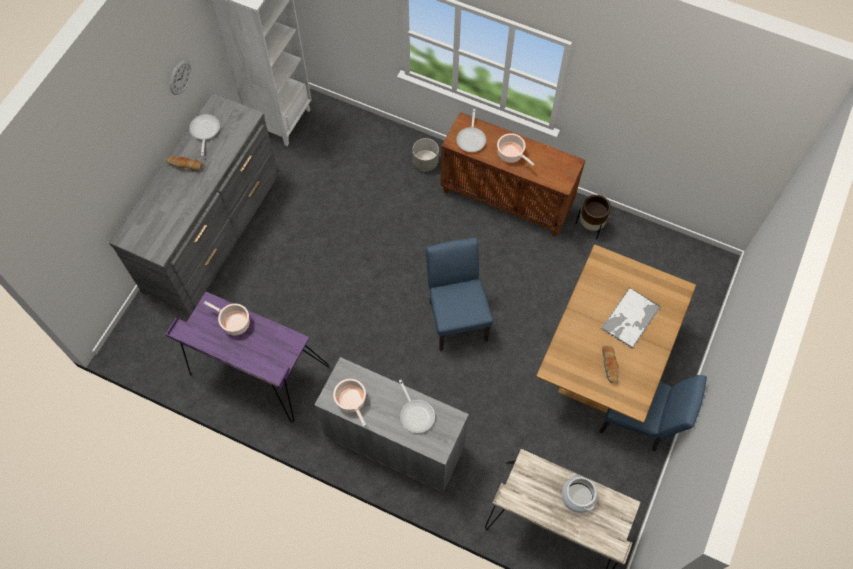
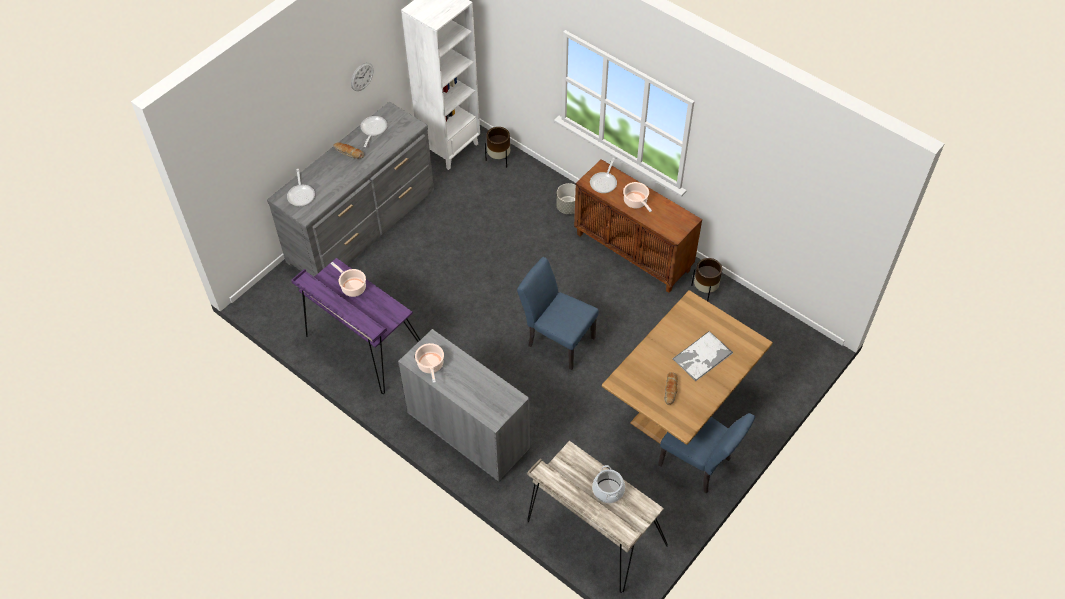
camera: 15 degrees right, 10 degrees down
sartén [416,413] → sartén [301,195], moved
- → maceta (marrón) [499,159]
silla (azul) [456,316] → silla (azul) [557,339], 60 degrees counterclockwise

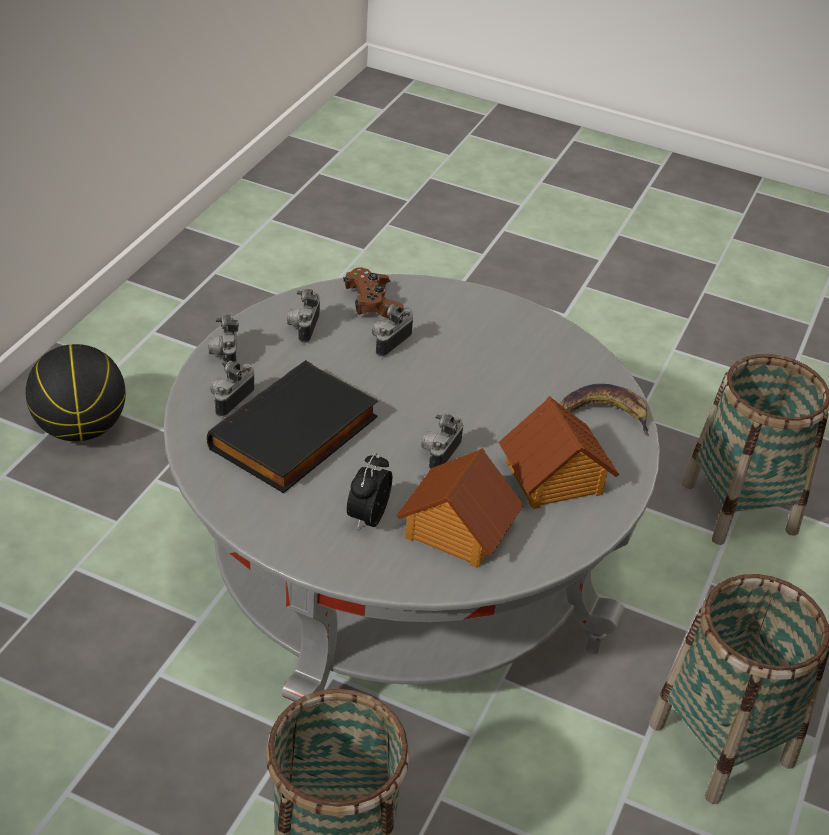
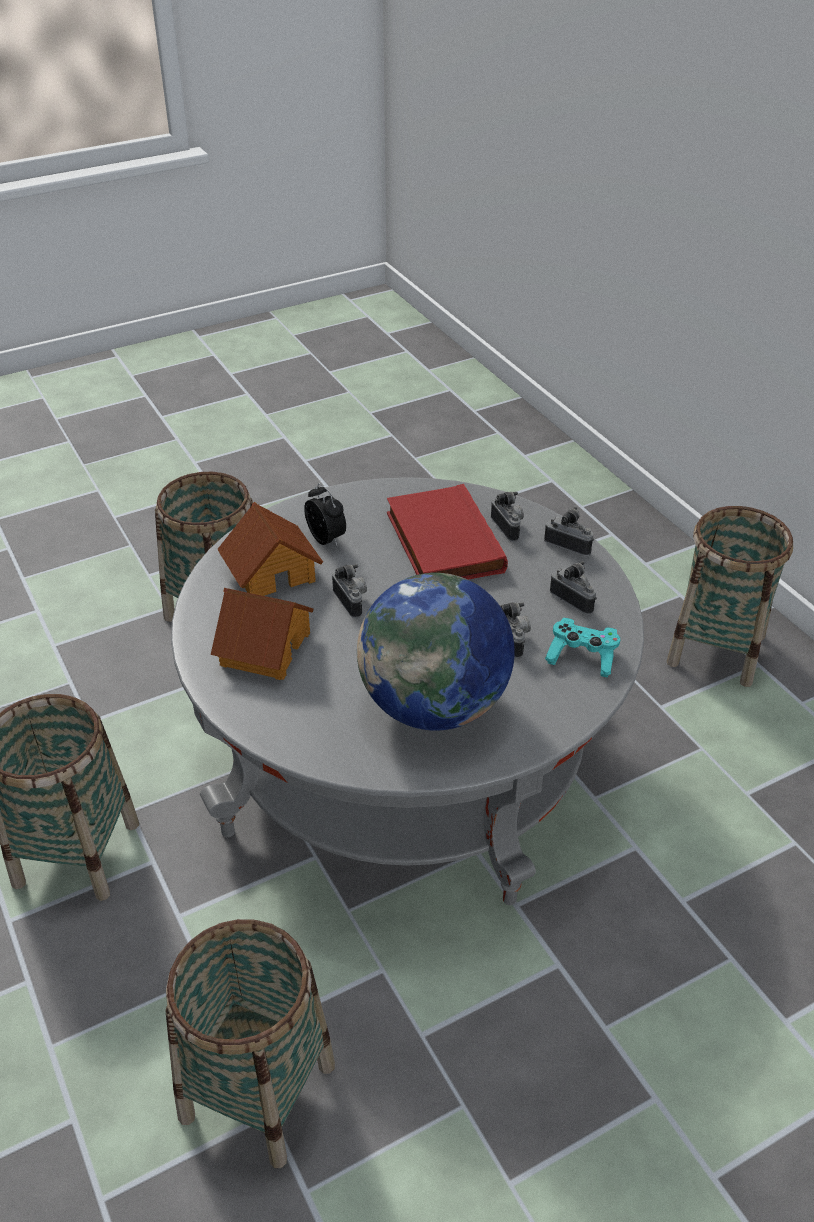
camera: 130 degrees right, 0 degrees up
- → globo terráqueo [434,706]
libro (negro) [296,435] → libro (rojo) [441,542]
mando de consola (marrón) [372,303] → mando de consola (turquesa) [582,657]
balón de baloncesto [80,429] → cesta [715,649]
plátano [604,414] → -

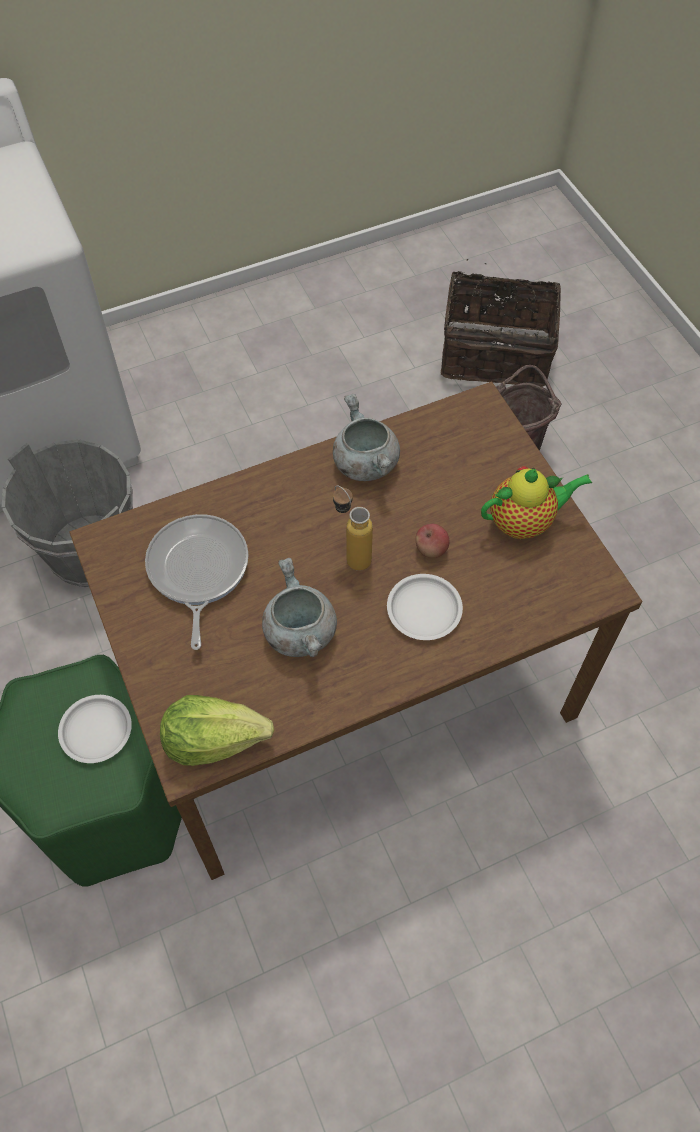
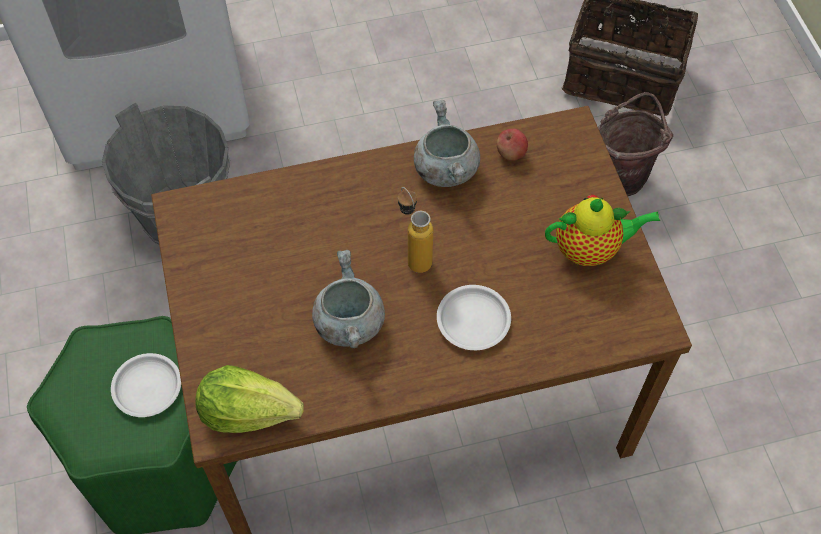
camera: 10 degrees right, 0 degrees up
manzana [431,549] → manzana [511,154], moved
sartén [197,571] → -

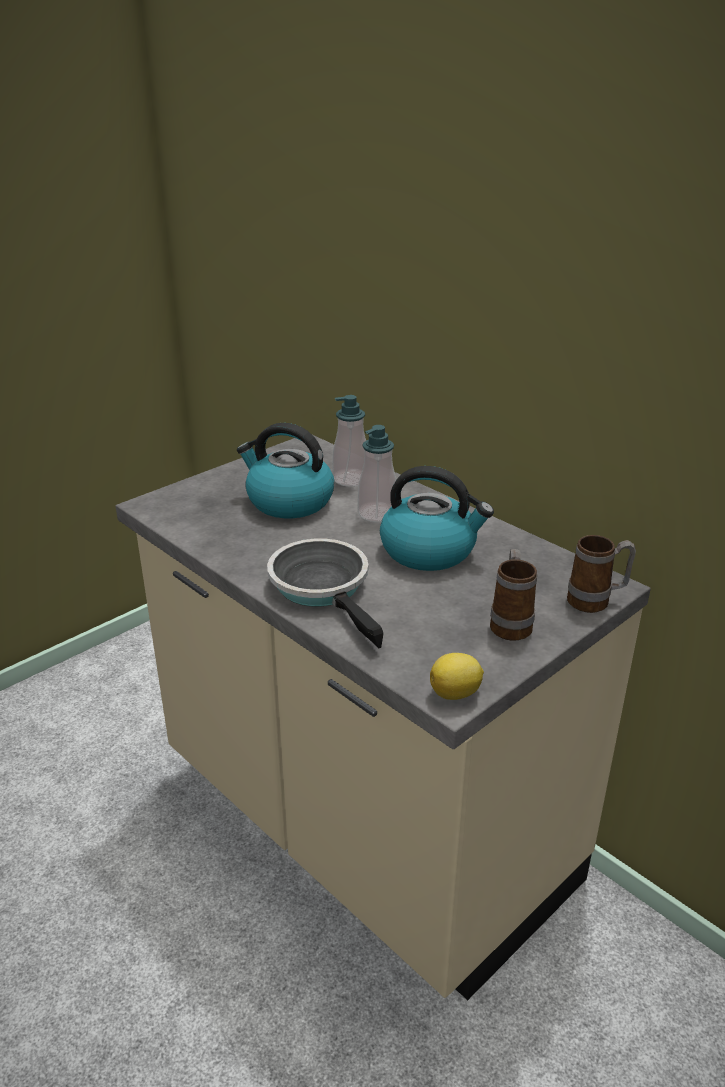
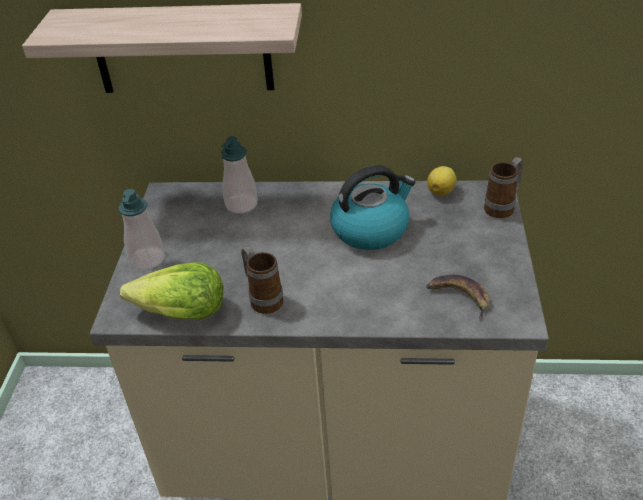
camera: 40 degrees left, 10 degrees up
- → estante [182,49]
dispensador de jabón [377,514] → dispensador de jabón [147,259], moved
- → lechuga [181,313]
taza grande [510,623] → taza grande [263,298], moved
- → plátano [459,297]
limón [456,693] → limón [441,191], moved
hervidor [288,502] → -
sartén [324,588] → -

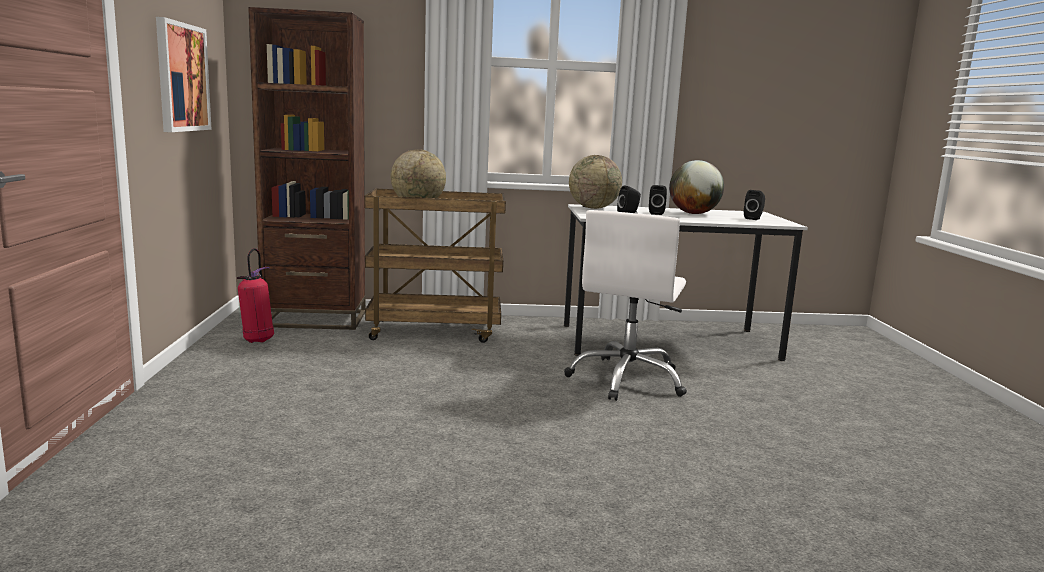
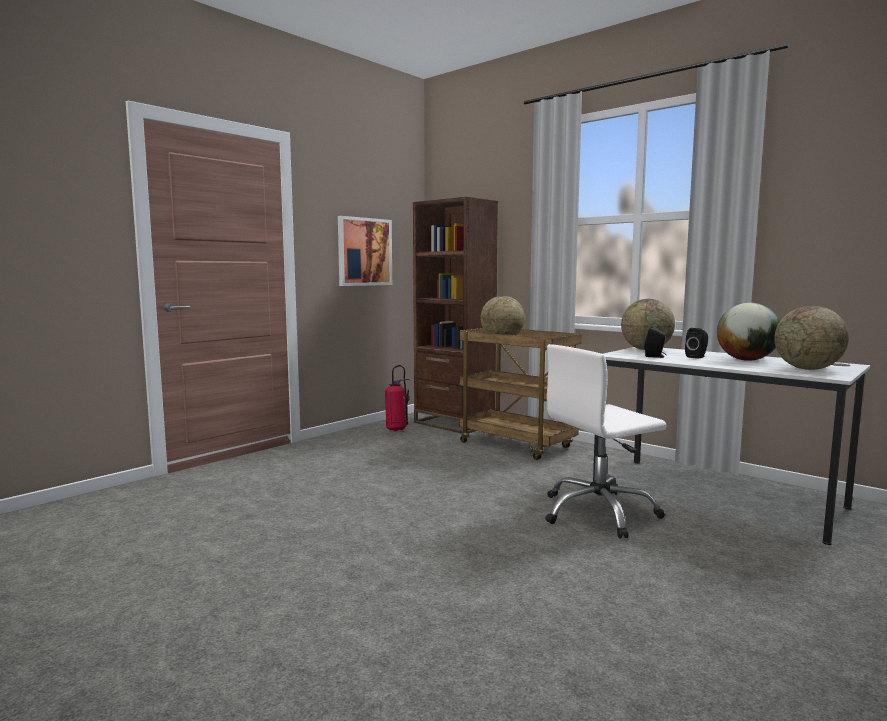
camera: 45 degrees right, 5 degrees down
altavoz (negro) [754,218] → globo terráqueo [808,369]

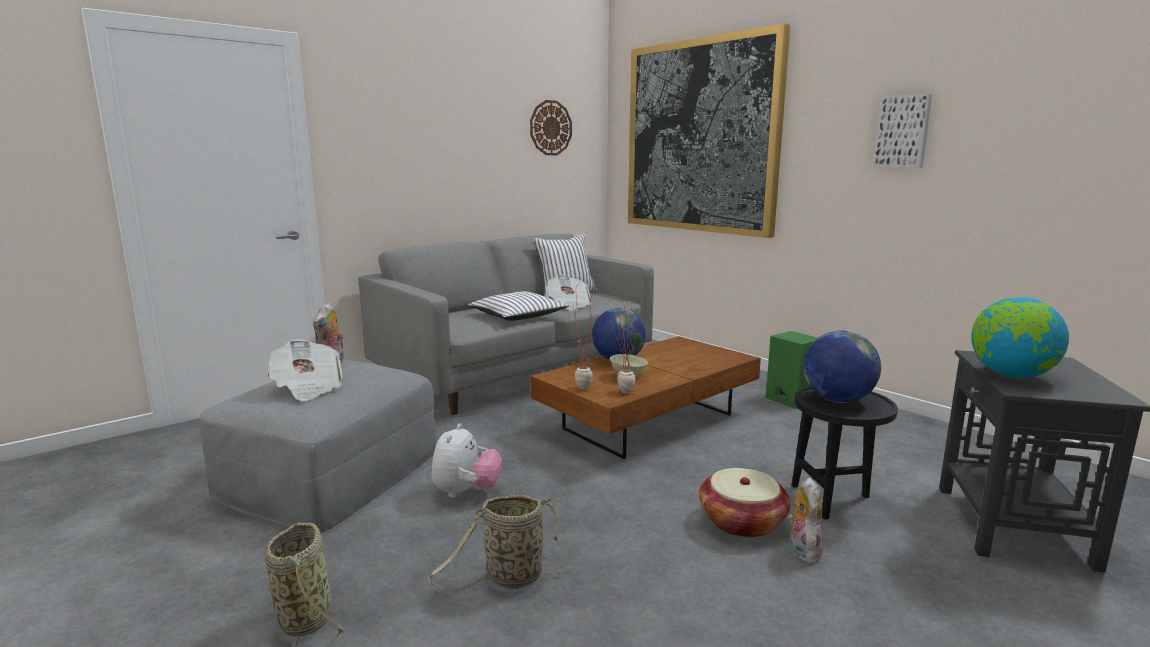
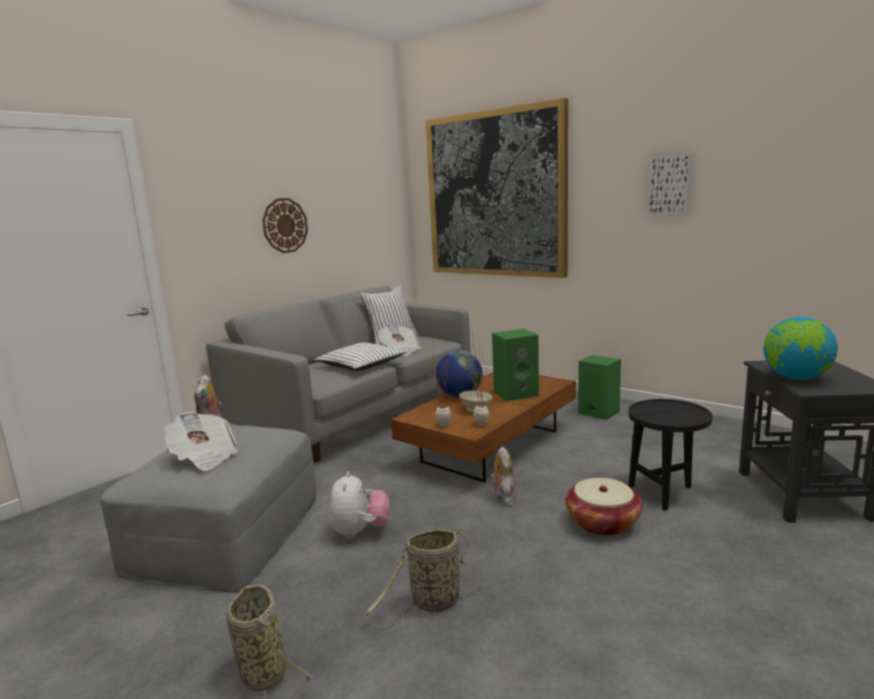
camera: 10 degrees left, 0 degrees up
reloj de pared [550,128] → reloj de pared [285,225], moved
peluche [802,550] → peluche [503,499], moved
- → altavoz (verde) [516,393]
globo terráqueo [837,400] → -

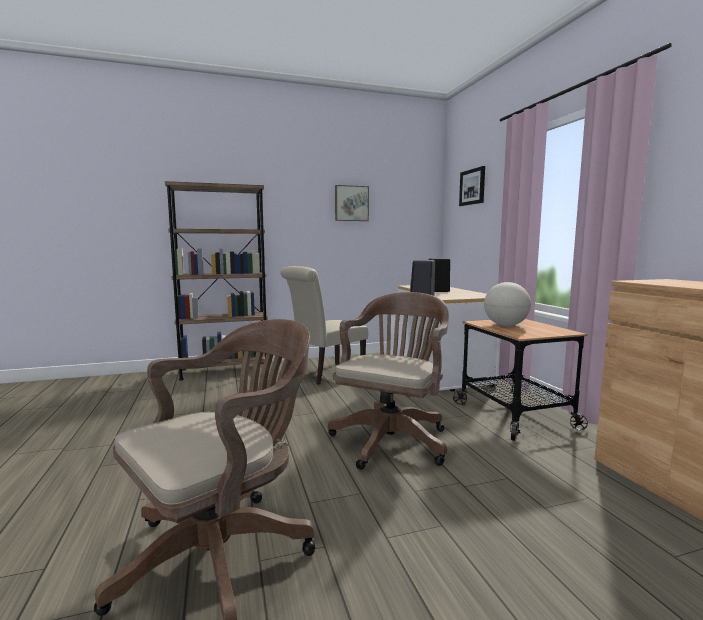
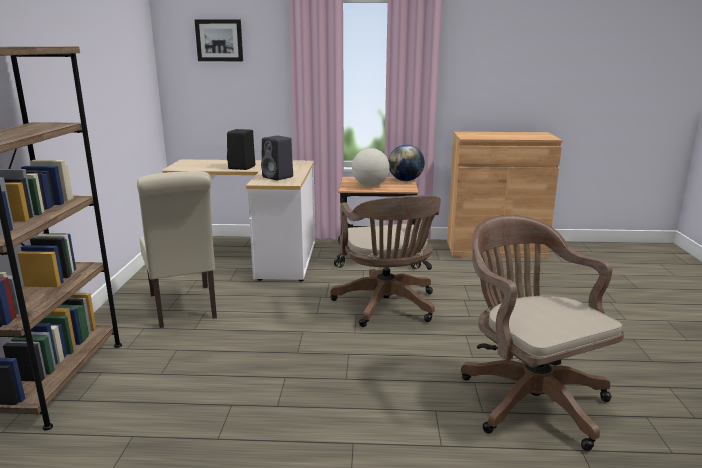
camera: 70 degrees left, 10 degrees up
silla de oficina (marrón) [392,438] → silla de oficina (marrón) [387,306], 150 degrees counterclockwise
- → globo terráqueo [405,180]
cuadro [351,203] → -

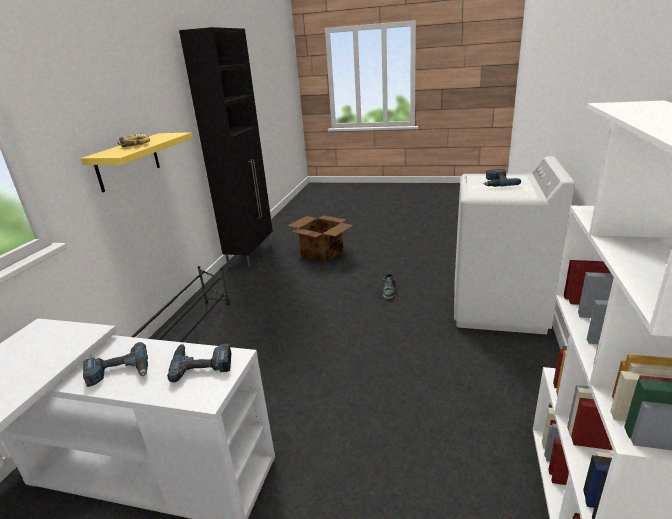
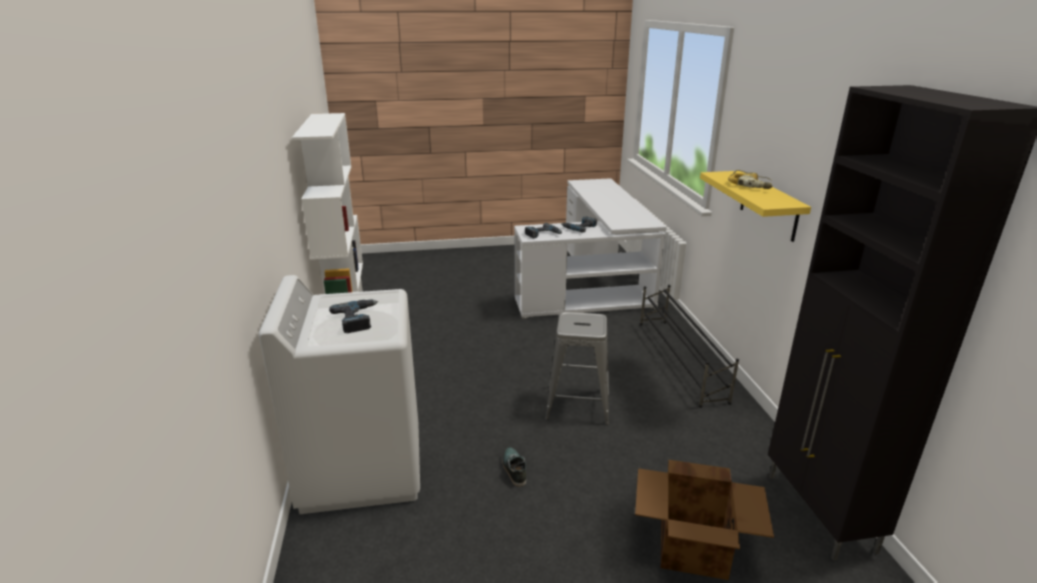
camera: 155 degrees right, 0 degrees up
- → taburete (gris) [578,404]

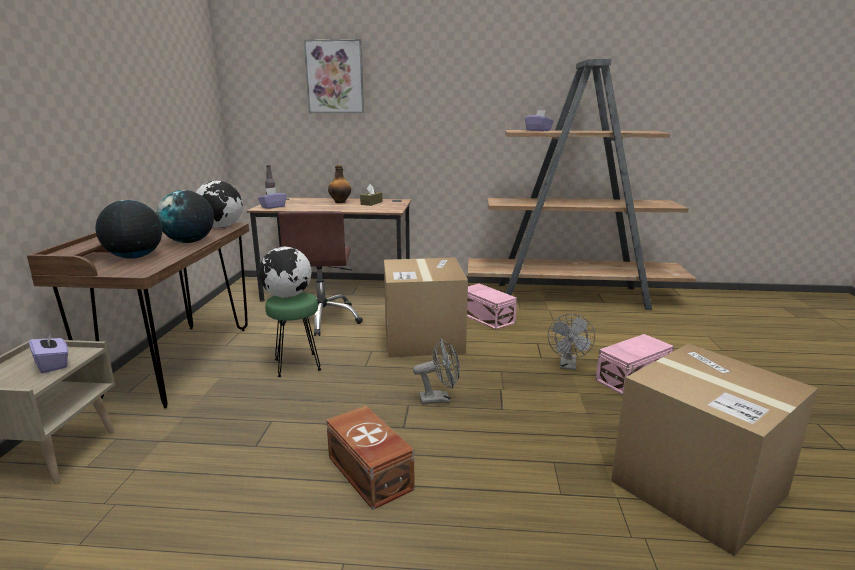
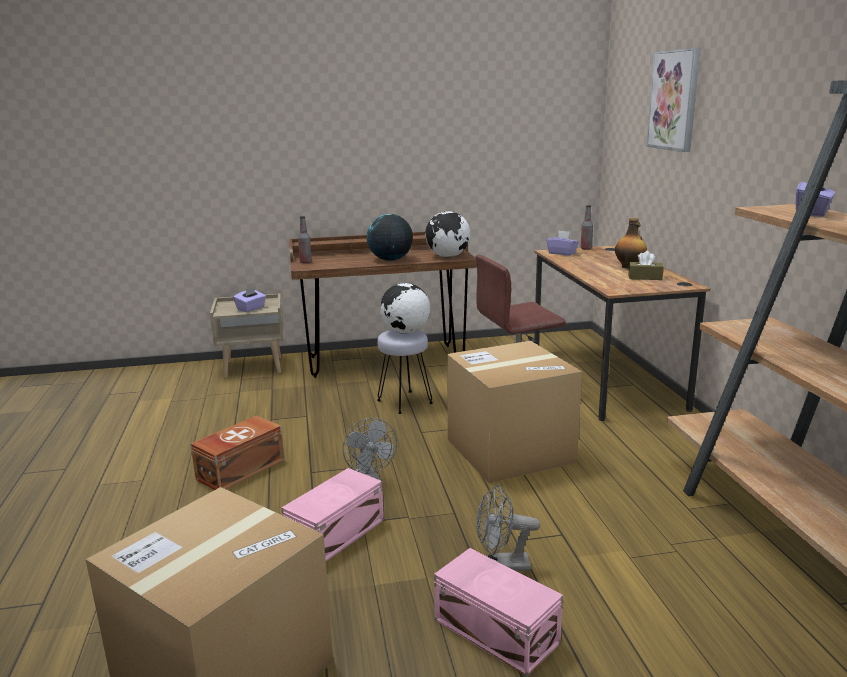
camera: 75 degrees right, 0 degrees up
caja de almacenaje (rosa) [486,317] → caja de almacenaje (rosa) [338,534], moved
- → botella [305,262]
taburete (verde) [297,365] → taburete (gris) [404,402]
globo terráqueo [134,257] → -

